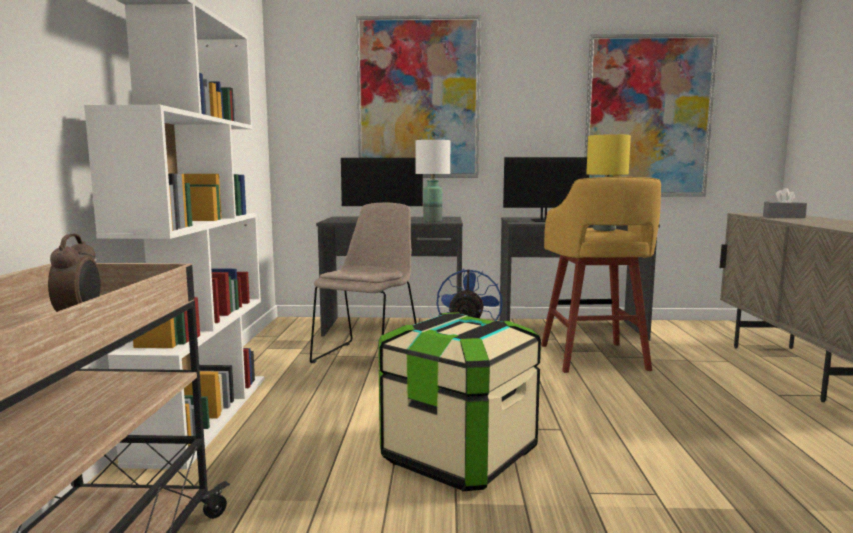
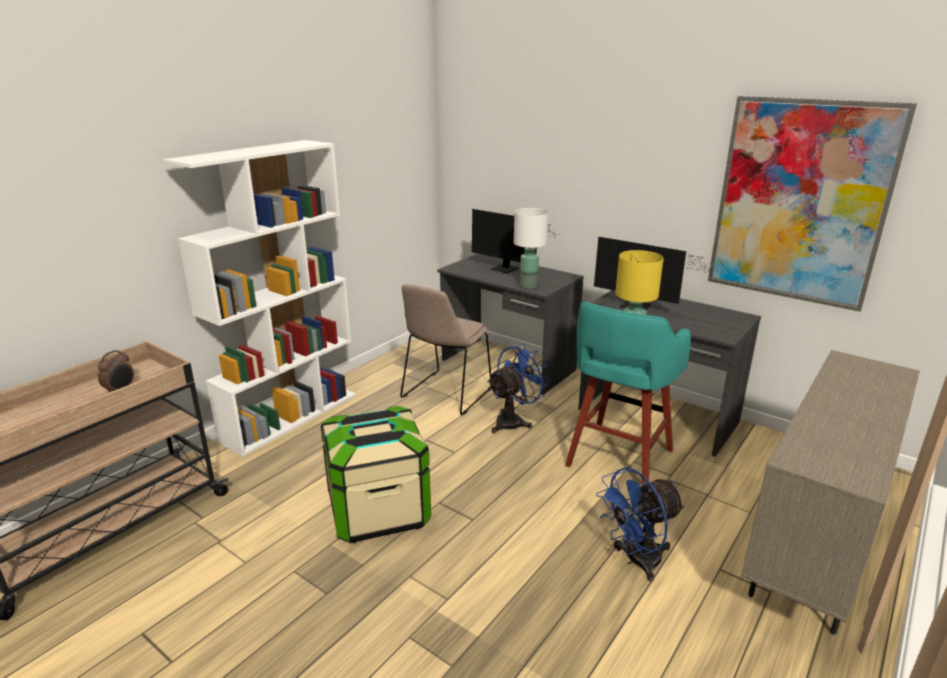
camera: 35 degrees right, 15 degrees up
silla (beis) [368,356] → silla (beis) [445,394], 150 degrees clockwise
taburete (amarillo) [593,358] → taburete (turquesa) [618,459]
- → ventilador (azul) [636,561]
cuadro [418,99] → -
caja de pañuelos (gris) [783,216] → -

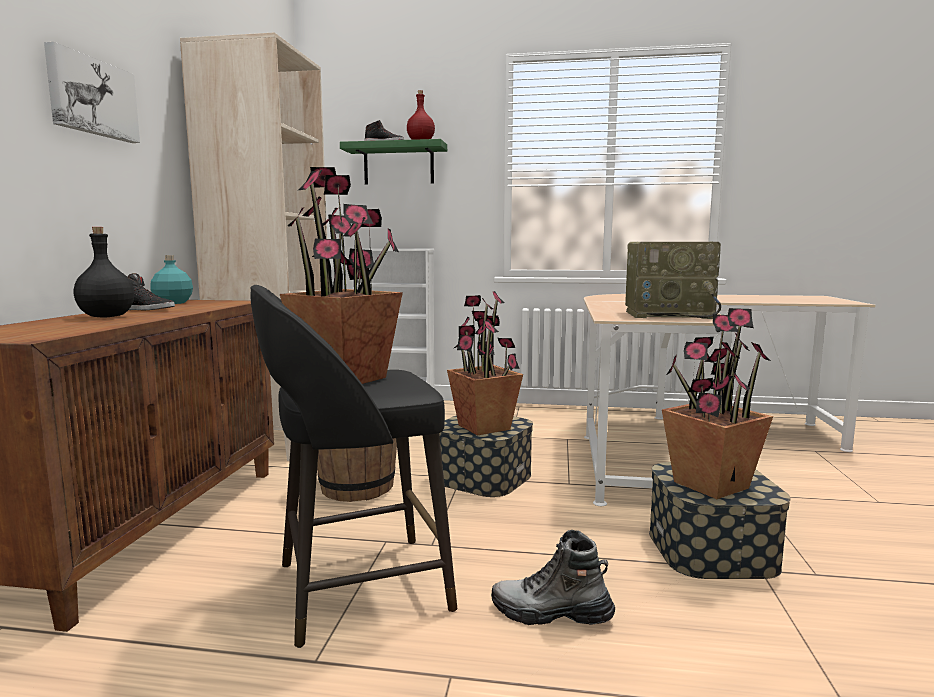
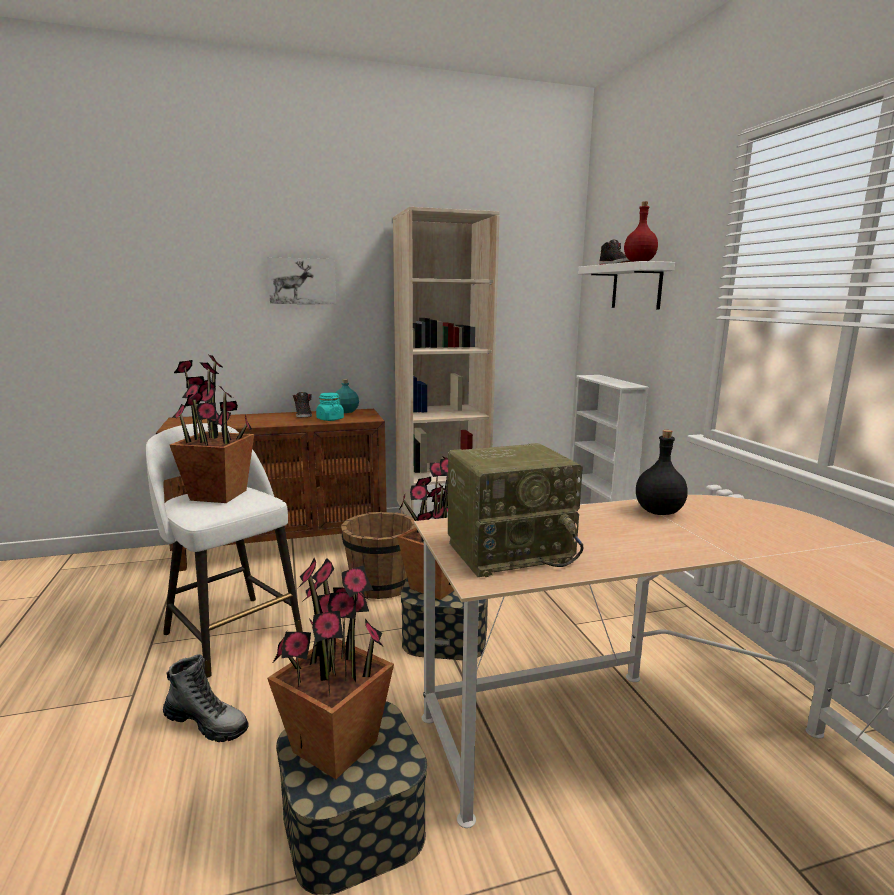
camera: 65 degrees right, 5 degrees up
taburete (negro) [356,587] → taburete (blanco) [231,632]
bota [551,613] → bota [207,723], 120 degrees clockwise
- → tarro (turquesa) [330,419]
radio [669,314] → radio [510,551], 90 degrees counterclockwise
estante (verde) [398,164] → estante (blanco) [636,286]
botella (negro) [106,316] → botella (negro) [658,511], moved

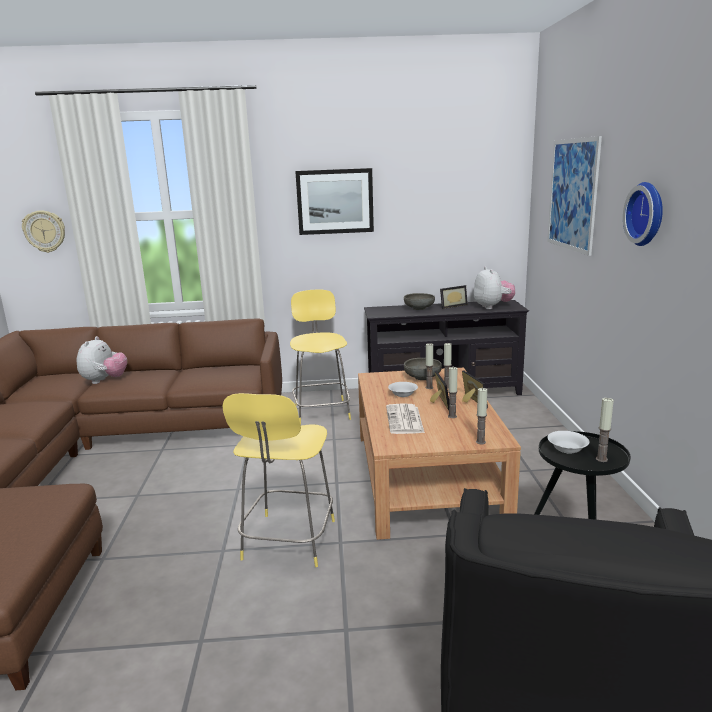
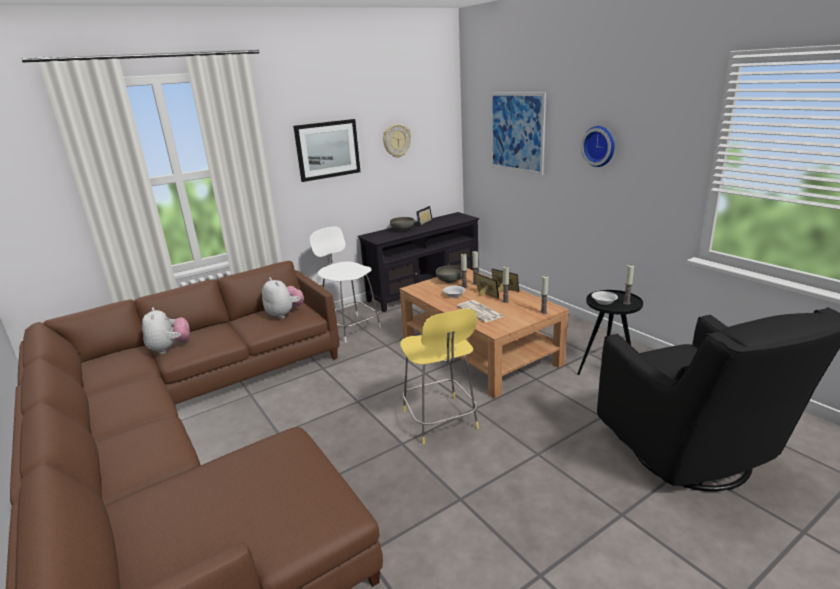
camera: 30 degrees left, 5 degrees up
peluche [492,307] → peluche [285,314], moved
taburete (amarillo) [322,410] → taburete (blanco) [350,327]
reloj de pared [45,231] → reloj de pared [396,140], moved

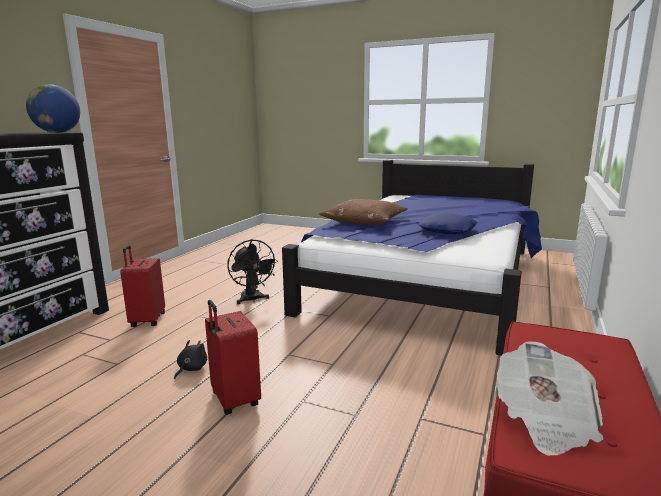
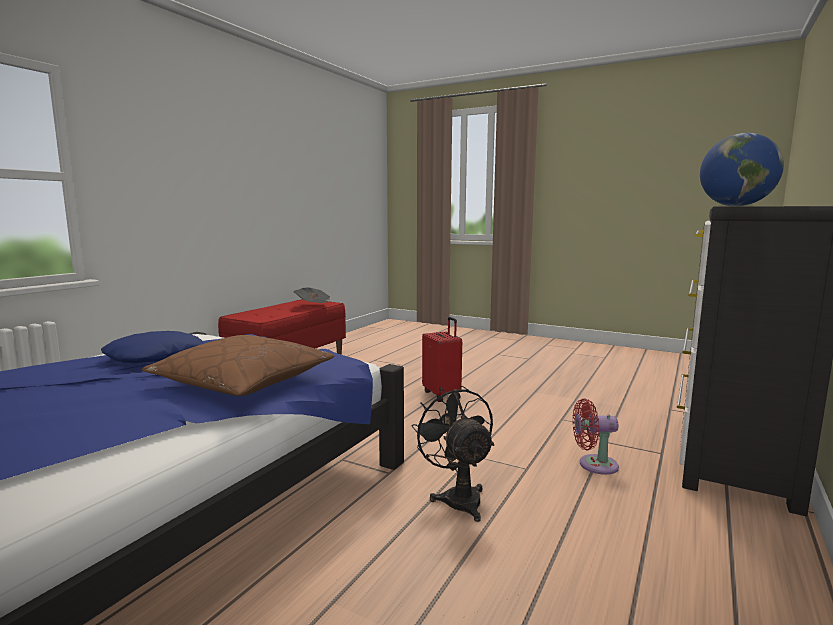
camera: 175 degrees left, 5 degrees down
maleta (rojo) [147,320] → ventilador (rojo) [594,465]
peluche (negro) [191,369] → -

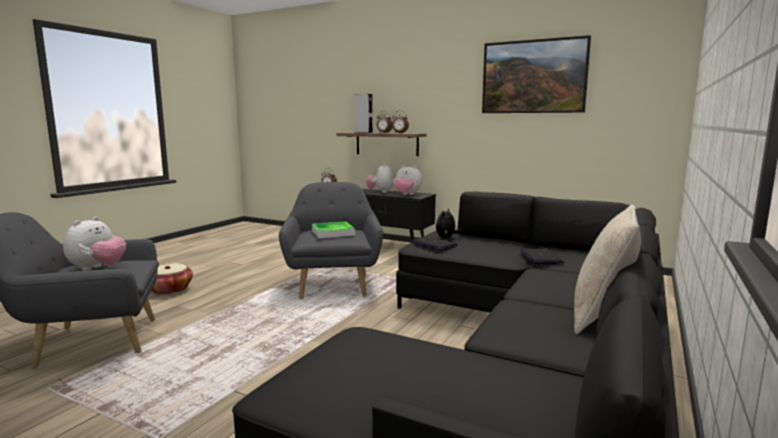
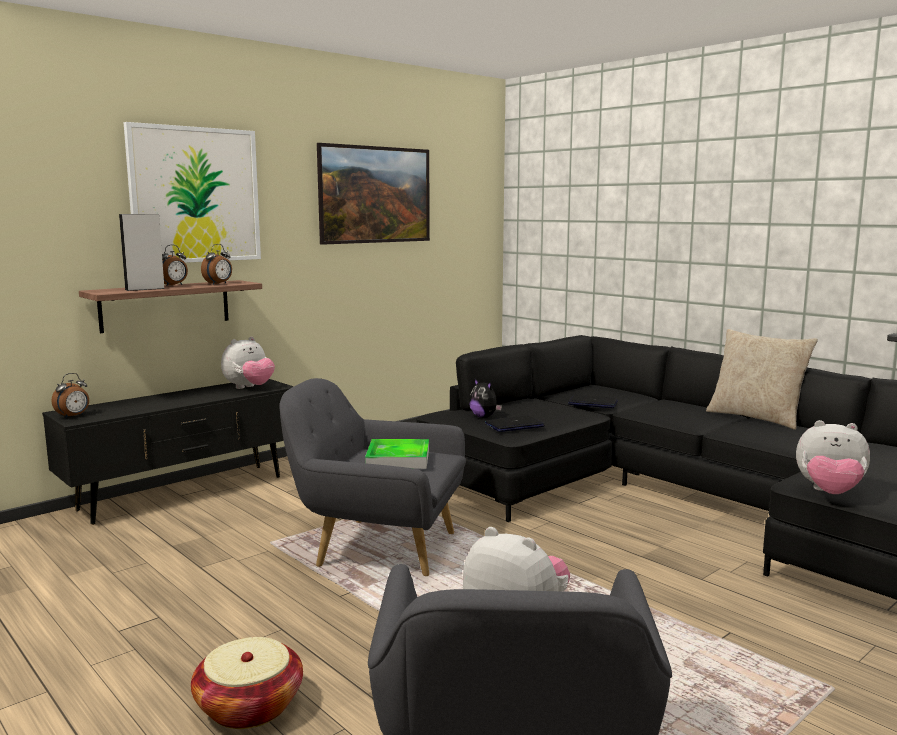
camera: 70 degrees left, 0 degrees up
- → cuadro [195,195]
peluche [380,192] → peluche [829,493], moved

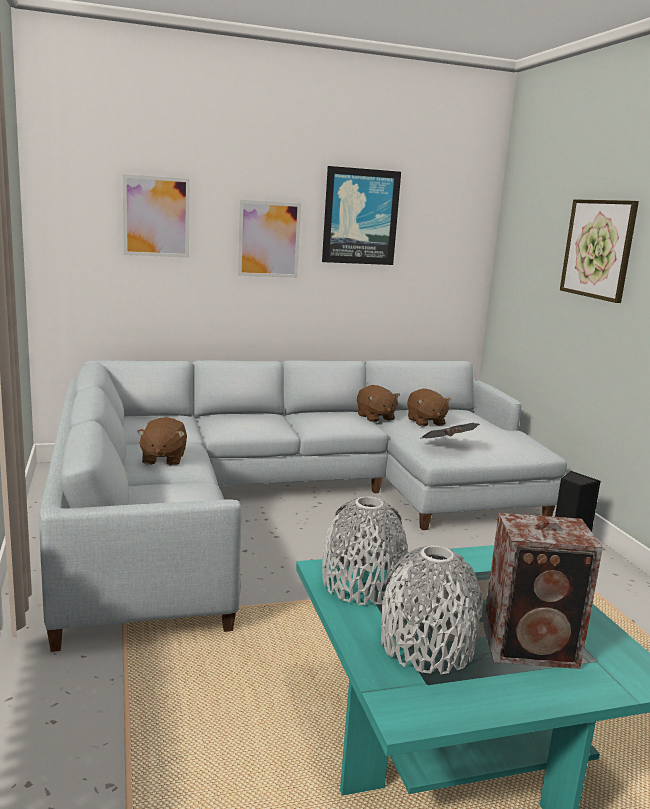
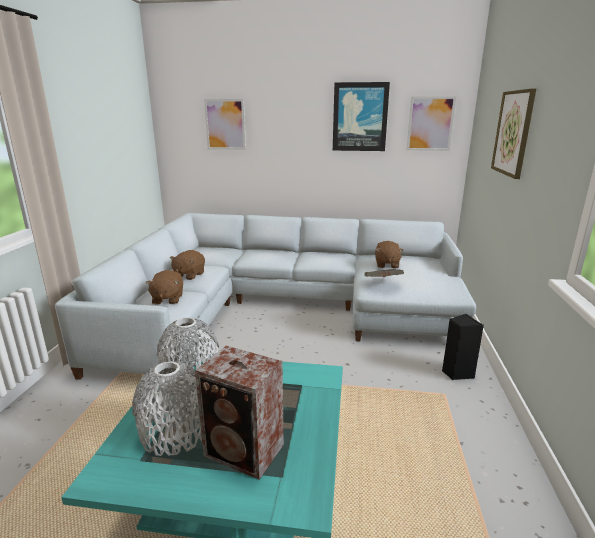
camera: 25 degrees right, 5 degrees up
peluche (marrón) [375,417] → peluche (marrón) [167,299], moved
cuadro [269,239] → cuadro [430,124], moved

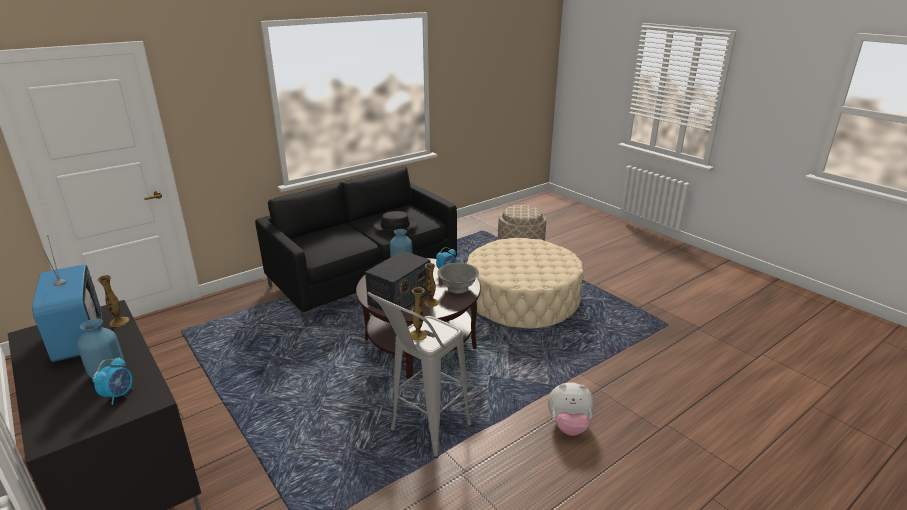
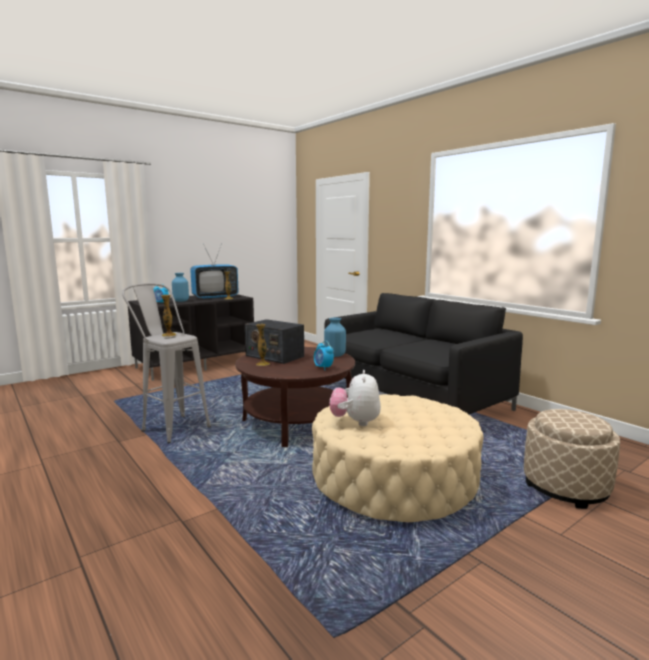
camera: 90 degrees right, 15 degrees down
peluche [569,426] → peluche [355,422], moved
sombrero (negro) [395,225] → -
cuenco (gris) [458,288] → -

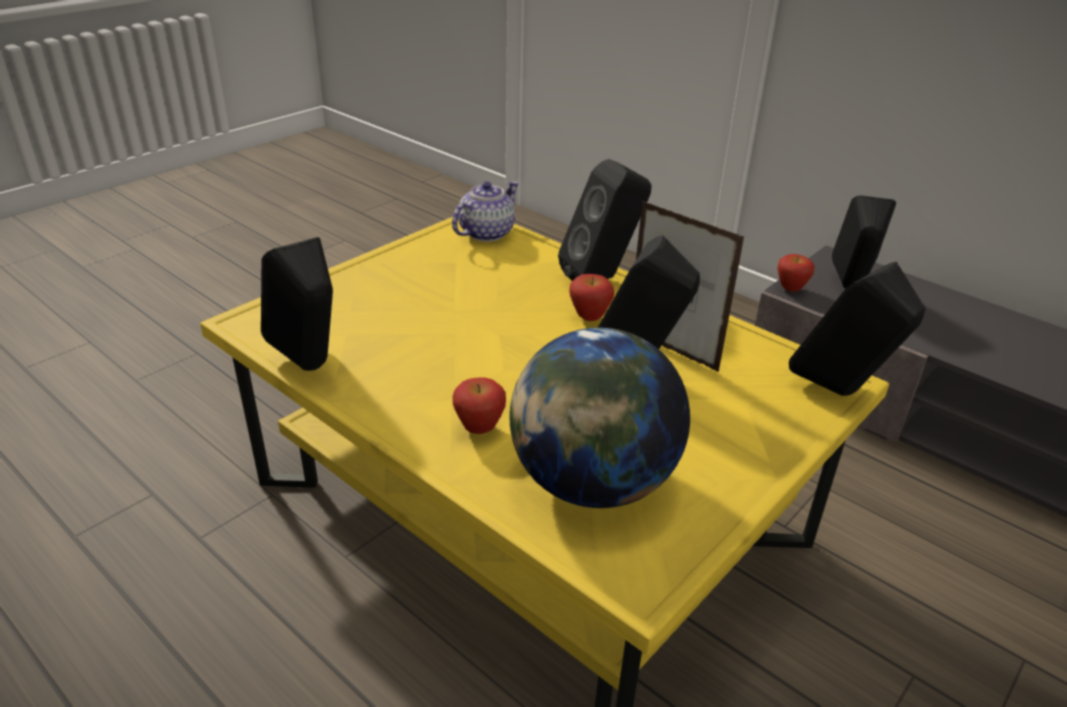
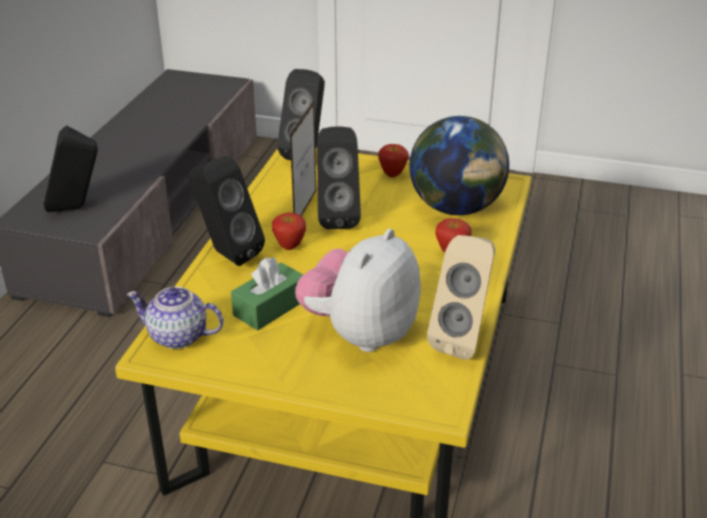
camera: 115 degrees left, 0 degrees up
- → caja de pañuelos (verde) [270,307]
- → peluche [360,333]
manzana [790,289] → manzana [392,175], moved
altavoz (negro) [312,368] → altavoz (beis) [463,340]

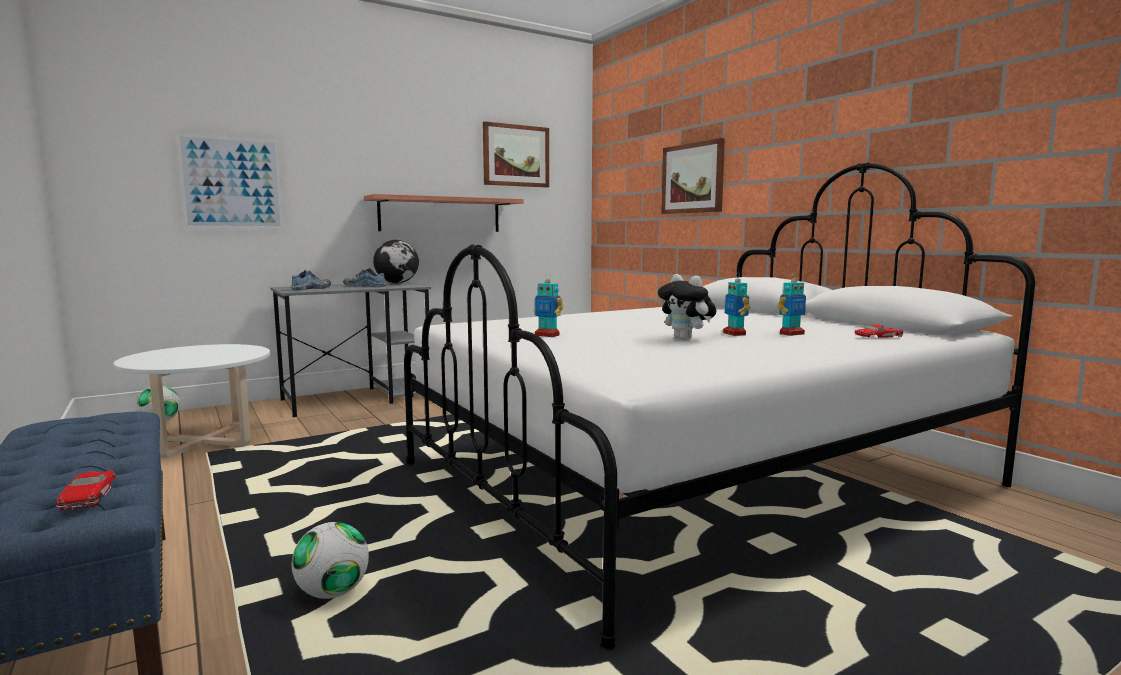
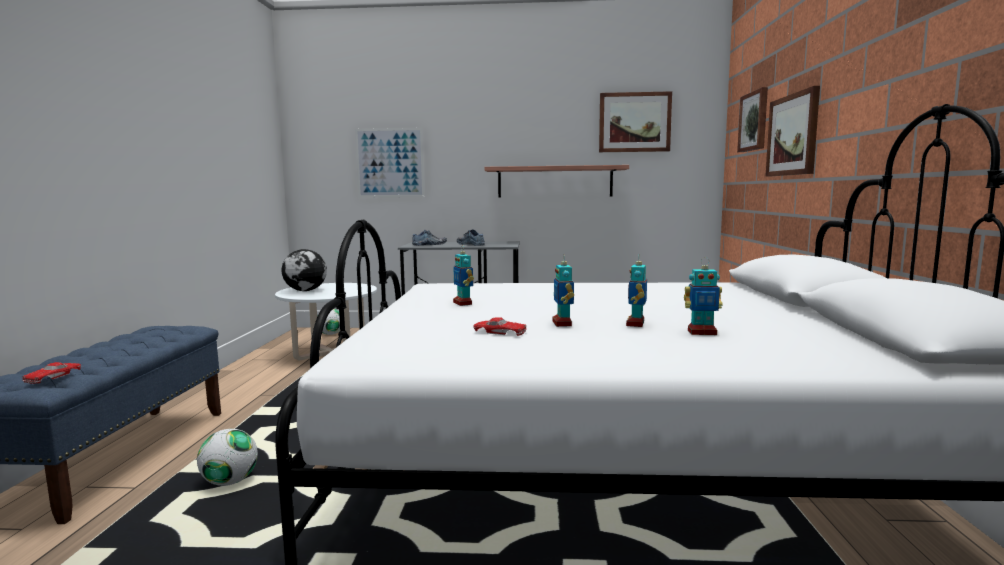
camera: 35 degrees right, 0 degrees up
globo terráqueo [397,283] → globo terráqueo [306,291], moved
coche de juguete (rojo) [878,336] → coche de juguete (rojo) [500,332], moved
peluche [686,339] → robot de juguete [562,323]
- → cuadro [754,121]

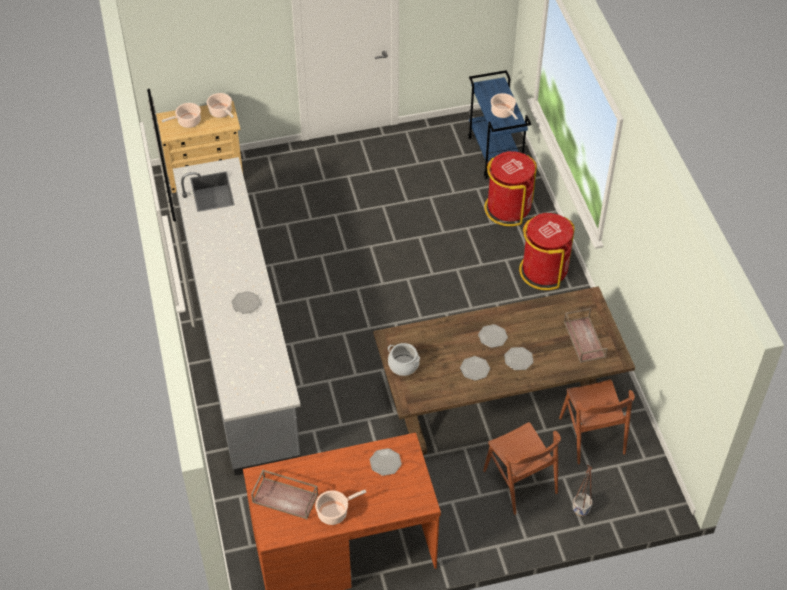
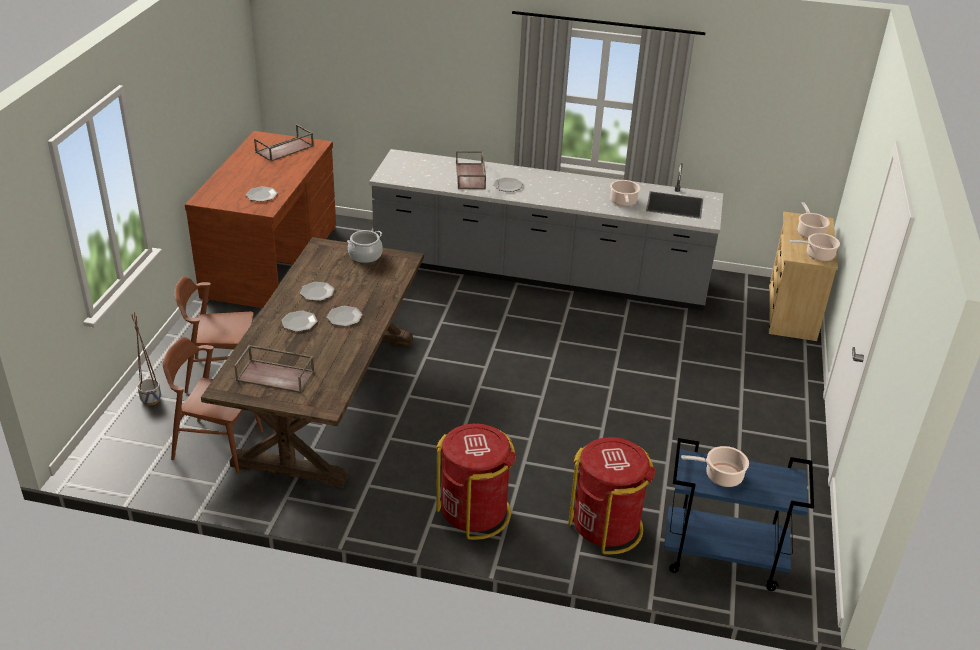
camera: 115 degrees right, 15 degrees down
- → bandeja (marrón) [471,176]
olla [334,512] → olla [623,202], moved

